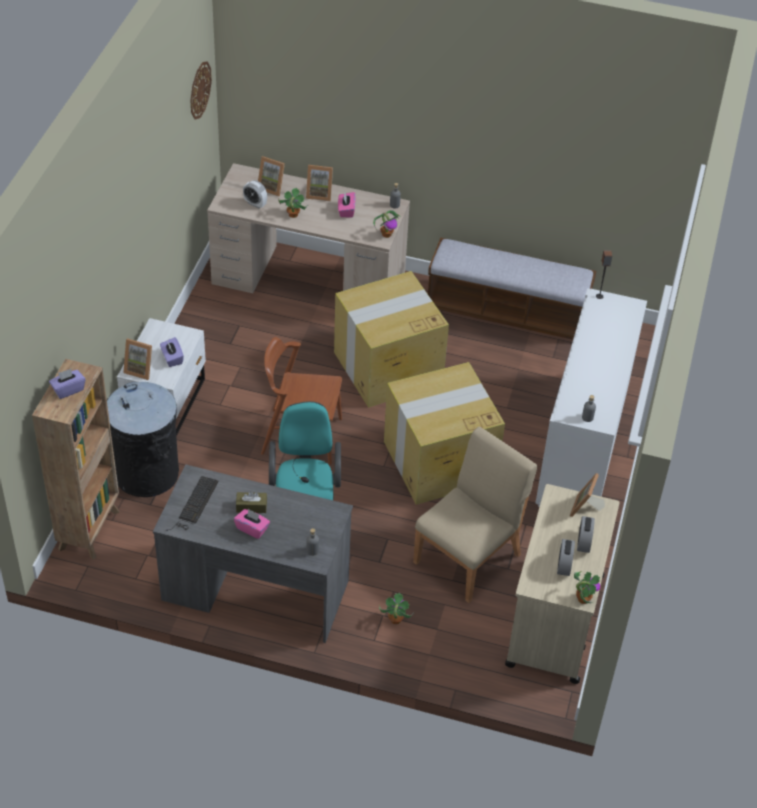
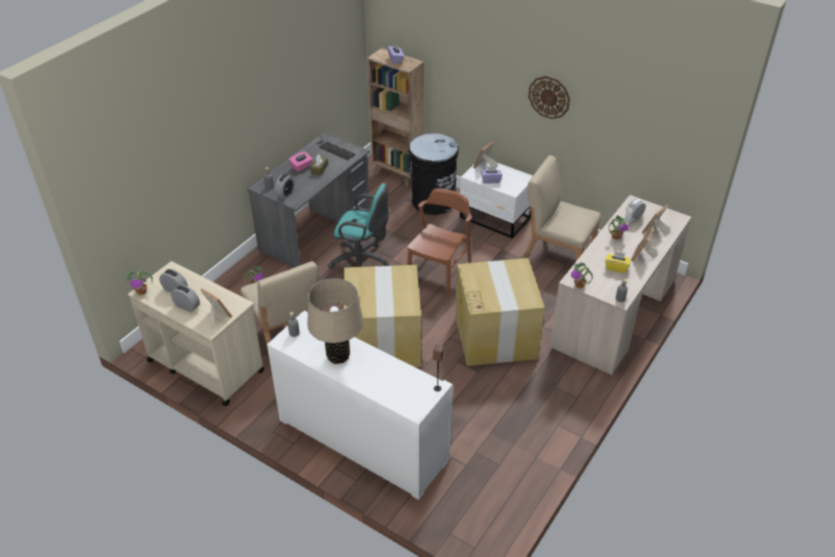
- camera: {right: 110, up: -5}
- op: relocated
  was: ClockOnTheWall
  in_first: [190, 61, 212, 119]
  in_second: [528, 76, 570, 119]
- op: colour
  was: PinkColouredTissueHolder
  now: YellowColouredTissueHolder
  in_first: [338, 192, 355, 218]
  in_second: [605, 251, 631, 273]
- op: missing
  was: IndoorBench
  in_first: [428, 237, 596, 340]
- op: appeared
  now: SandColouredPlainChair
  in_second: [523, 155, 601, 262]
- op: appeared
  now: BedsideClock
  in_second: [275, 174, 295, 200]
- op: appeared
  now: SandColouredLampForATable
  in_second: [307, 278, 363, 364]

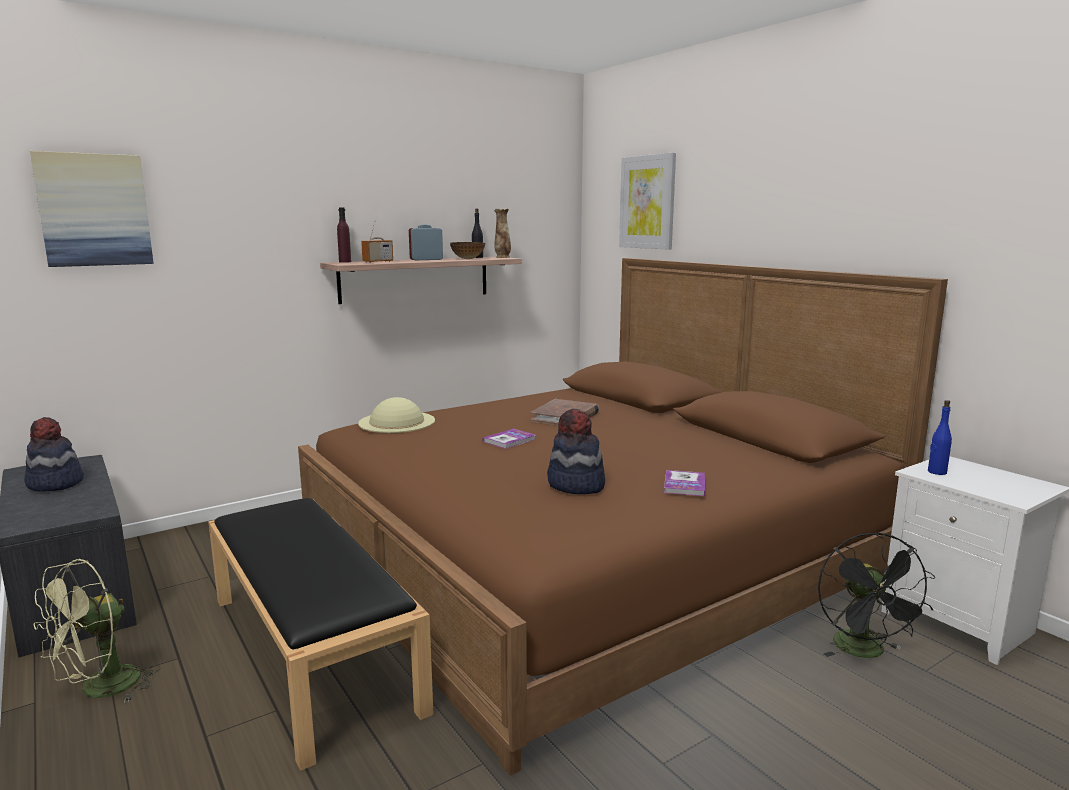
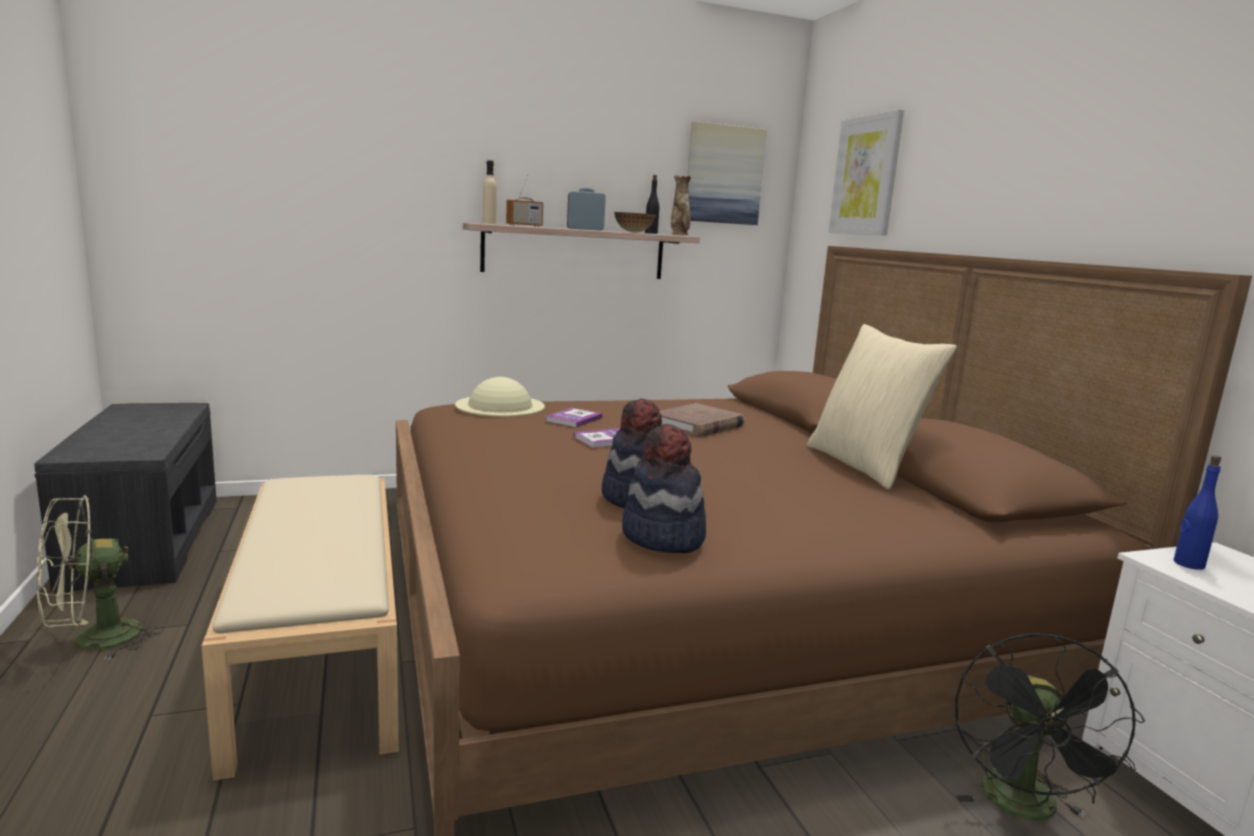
- camera: {right: 15, up: 0}
- op: relocated
  was: WallArt
  in_first: [30, 151, 154, 267]
  in_second: [688, 121, 767, 225]
- op: colour
  was: PurplishBottle
  now: SandColouredBottle
  in_first: [337, 207, 351, 263]
  in_second: [482, 160, 497, 224]
- op: relocated
  was: WearableHat
  in_first: [24, 417, 84, 492]
  in_second: [622, 424, 706, 553]
- op: relocated
  was: Book
  in_first: [664, 470, 705, 496]
  in_second: [546, 408, 602, 428]
- op: colour
  was: BlackishIndoorBench
  now: SandColouredIndoorBench
  in_first: [208, 498, 434, 771]
  in_second: [202, 475, 399, 781]
- op: appeared
  now: SandColouredPillow
  in_second: [807, 324, 957, 490]

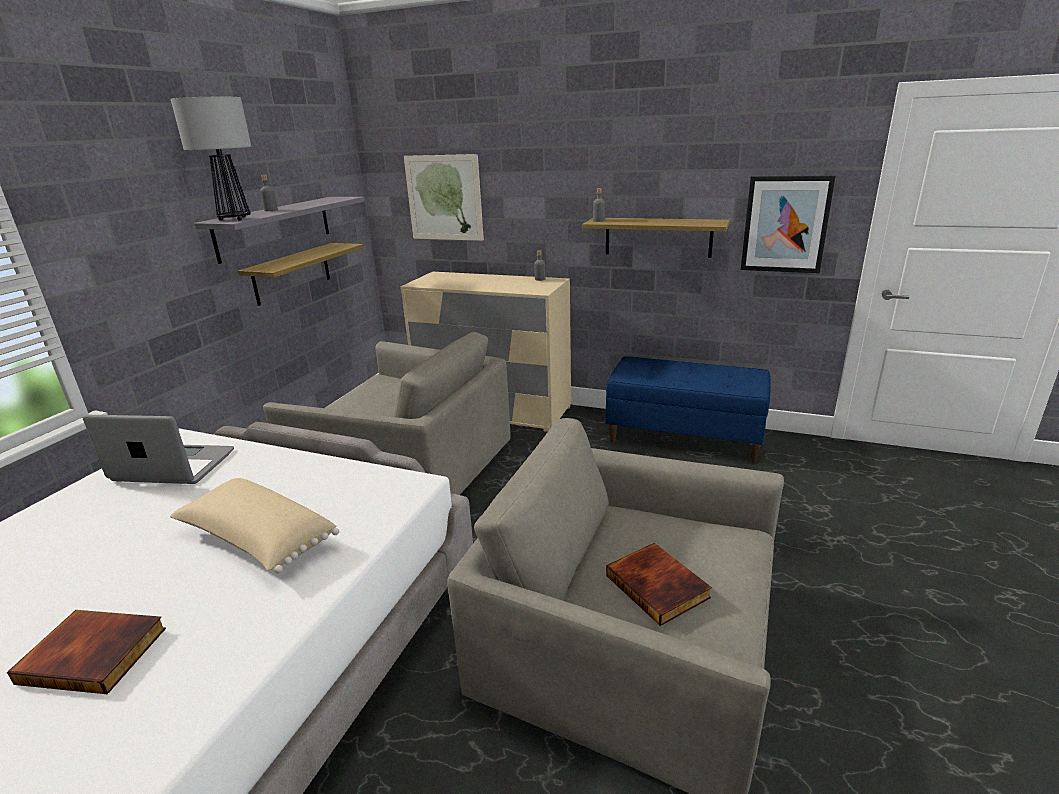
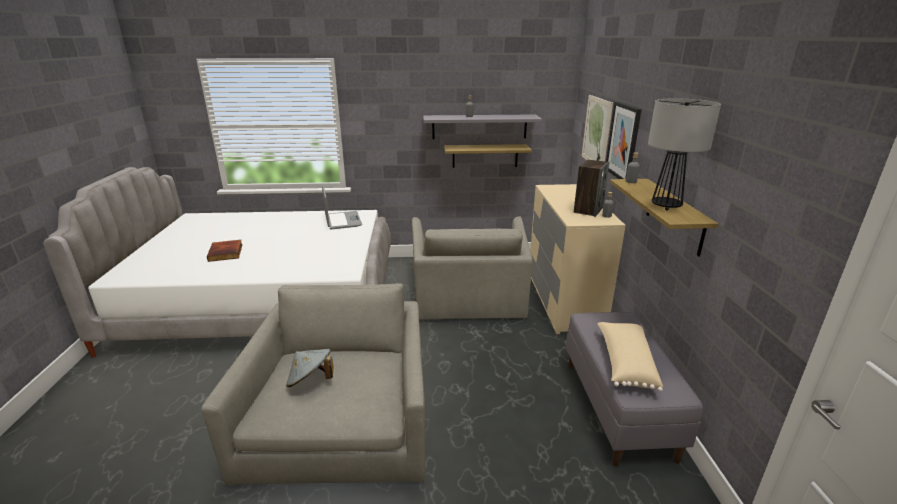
- camera: {right: 65, up: 0}
- op: relocated
  was: LampForATable
  in_first: [171, 97, 251, 221]
  in_second: [648, 98, 721, 210]
- op: relocated
  was: WallArt
  in_first: [741, 176, 836, 273]
  in_second: [606, 101, 641, 179]
- op: colour
  was: BluishIndoorBench
  now: GrayIndoorBench
  in_first: [606, 356, 771, 463]
  in_second: [566, 312, 703, 467]
- op: relocated
  was: SandColouredPillow
  in_first: [170, 478, 339, 573]
  in_second: [597, 322, 663, 392]
- op: exchanged
  was: Book
  now: GrayWearableHat
  in_first: [606, 543, 712, 626]
  in_second: [286, 349, 333, 387]
- op: appeared
  now: AudioSpeaker
  in_second: [574, 160, 609, 217]

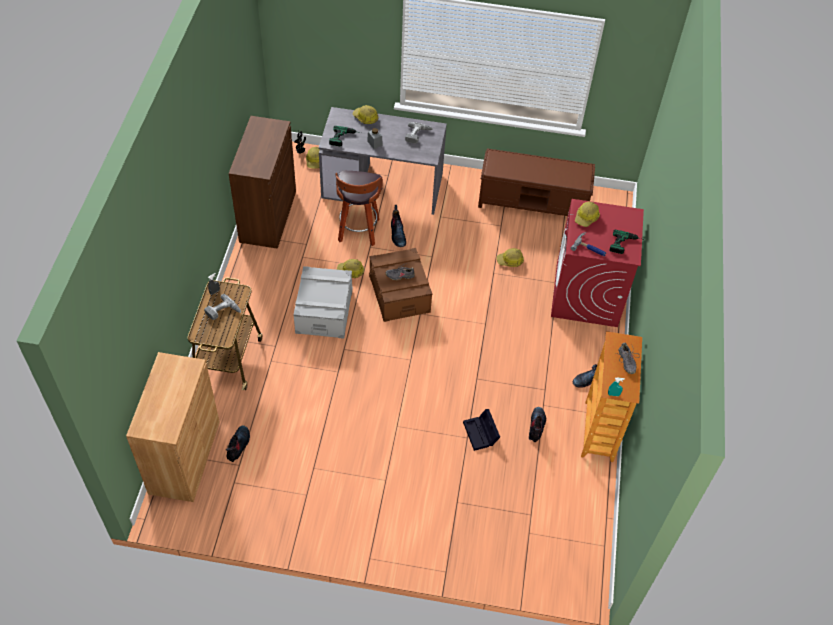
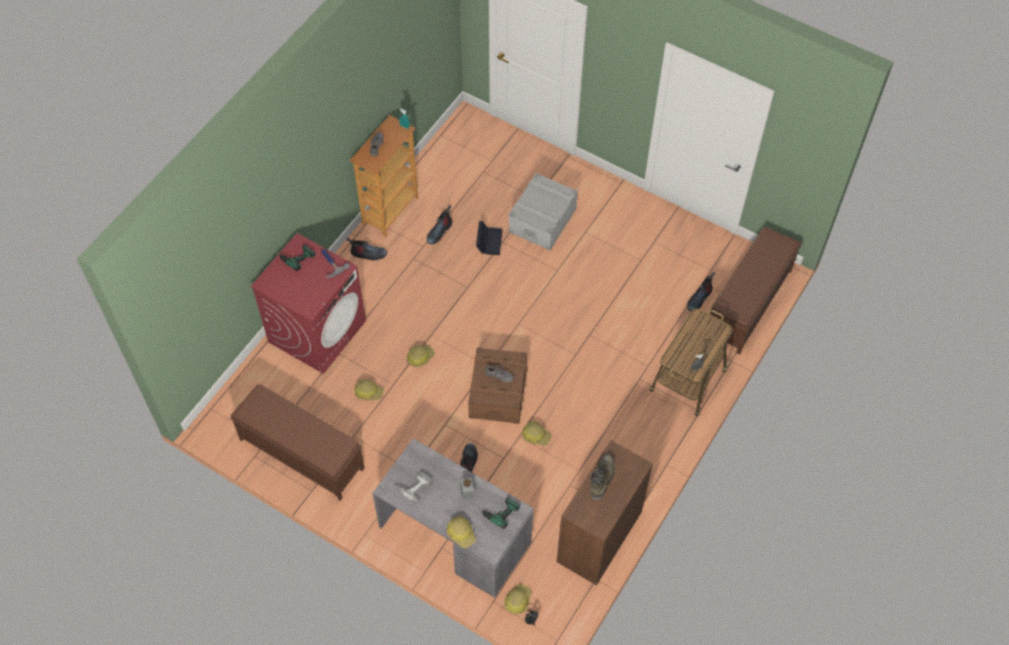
- camera: {right: -155, up: 5}
- op: missing
  was: StoolSeat
  in_first: [335, 171, 383, 246]
- op: relocated
  was: HardHat
  in_first: [575, 201, 600, 227]
  in_second: [407, 345, 435, 367]
- op: relocated
  was: GrayStorageBin
  in_first: [293, 266, 353, 339]
  in_second: [509, 173, 578, 250]
- op: missing
  was: Drill
  in_first: [204, 294, 241, 320]
- op: exchanged
  was: BrownColouredCupboard
  now: BrownColouredIndoorBench
  in_first: [126, 352, 220, 502]
  in_second: [706, 227, 801, 355]
- op: appeared
  now: GreenColouredTallBoot
  in_second: [590, 454, 615, 500]

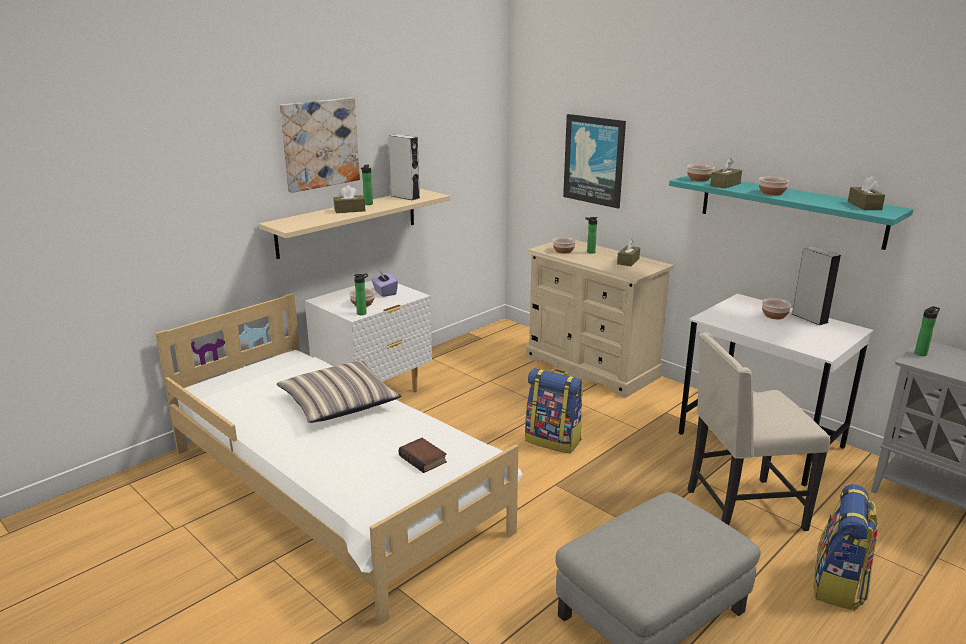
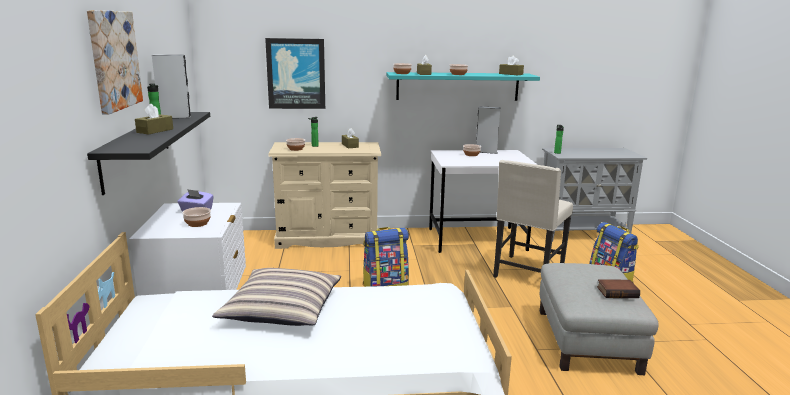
- camera: {right: -50, up: -5}
- op: colour
  was: SandColouredWallShelf
  now: BlackishWallShelf
  in_first: [259, 189, 450, 259]
  in_second: [87, 112, 210, 195]
- op: missing
  was: Bottle
  in_first: [354, 273, 368, 315]
- op: relocated
  was: Book
  in_first: [399, 438, 447, 473]
  in_second: [597, 279, 640, 298]

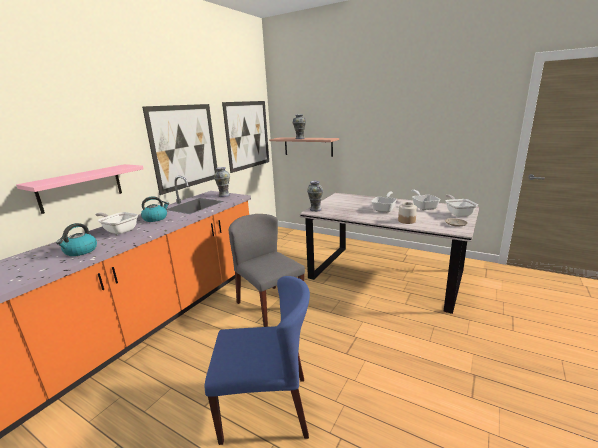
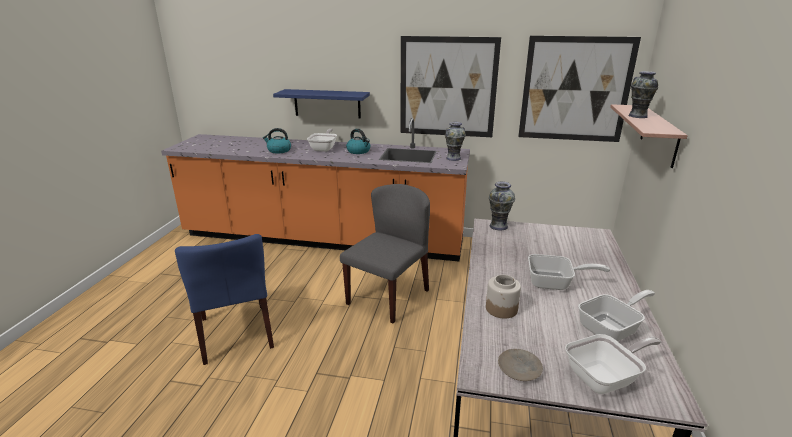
- camera: {right: 70, up: 5}
- op: colour
  was: PinkColouredWallShelf
  now: BluishWallShelf
  in_first: [16, 164, 143, 214]
  in_second: [273, 89, 370, 119]

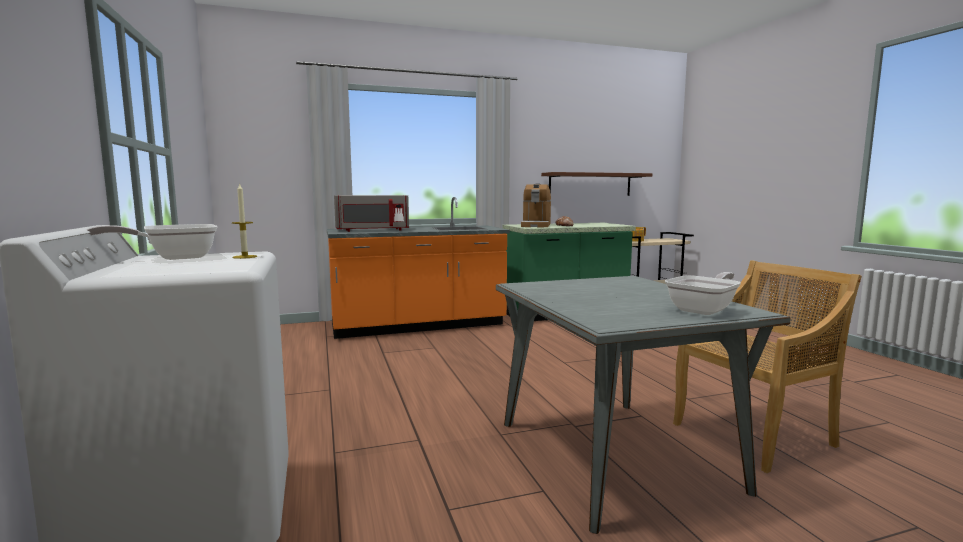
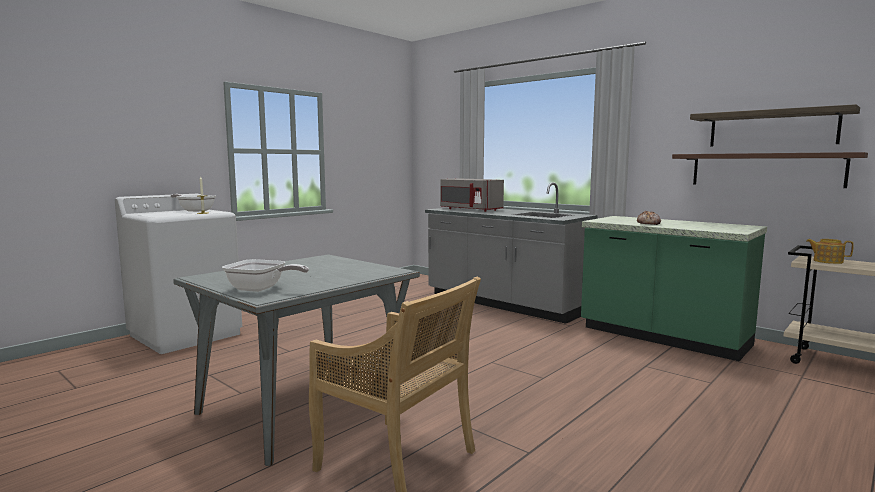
- camera: {right: 60, up: 0}
- op: missing
  was: CoffeeBrewer
  in_first: [521, 183, 551, 227]
- op: colour
  was: OrangeColouredCounter
  now: GrayCounter
  in_first: [327, 197, 510, 339]
  in_second: [425, 182, 597, 324]
- op: appeared
  now: WallShelf
  in_second: [690, 104, 860, 147]

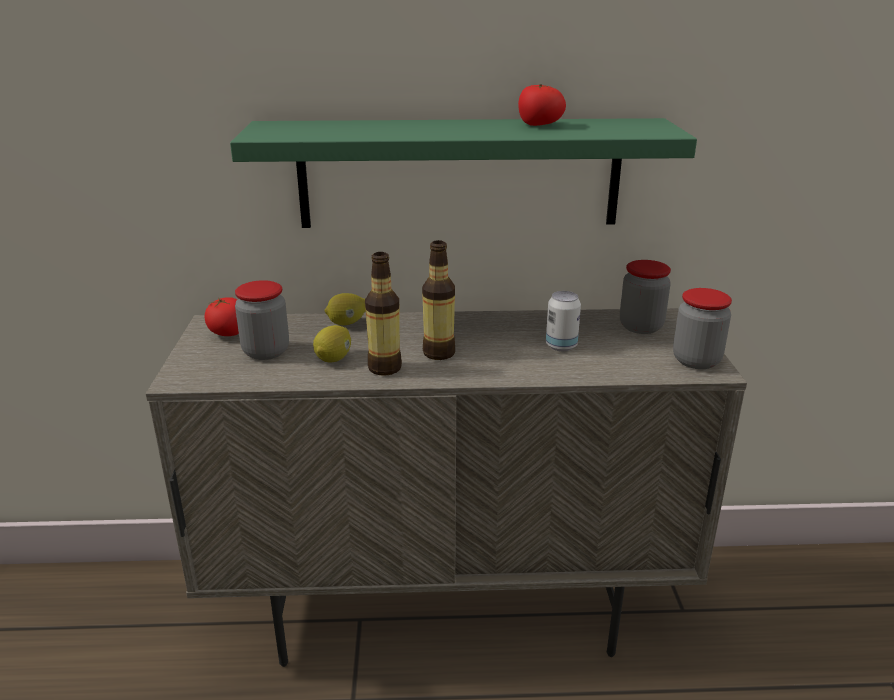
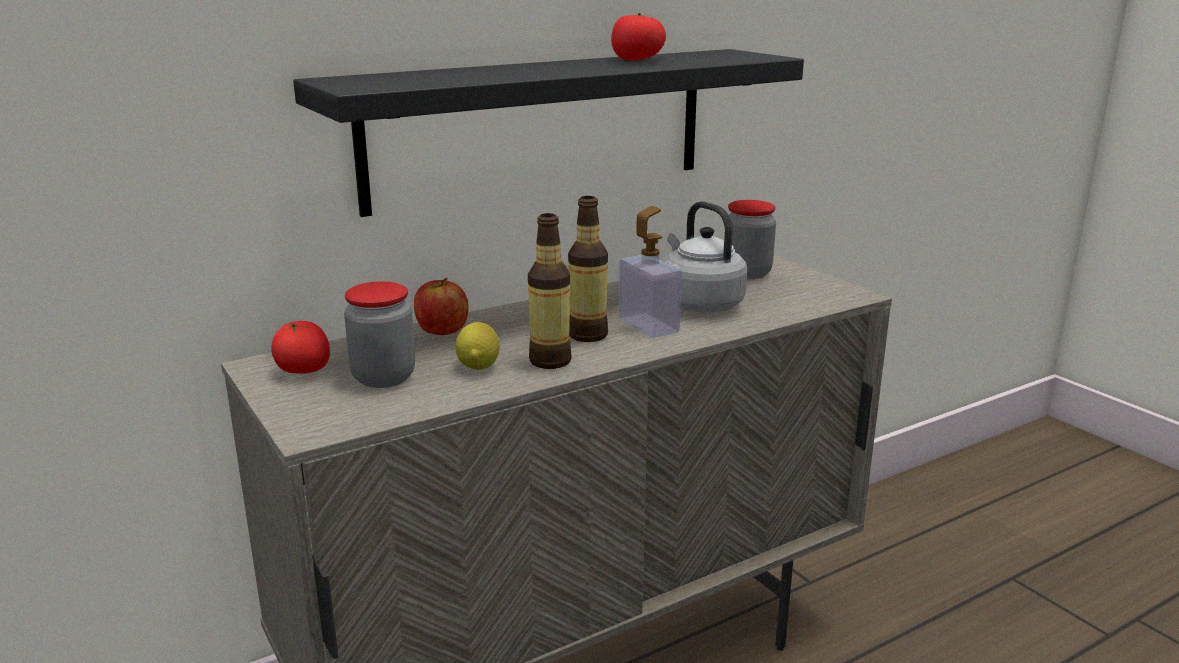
- camera: {right: -30, up: -5}
- op: colour
  was: GreenColouredWallShelf
  now: BlackishWallShelf
  in_first: [230, 118, 697, 228]
  in_second: [293, 49, 804, 217]
- op: missing
  was: PreserveJar
  in_first: [673, 288, 732, 369]
- op: exchanged
  was: Can
  now: GrayWaterKettle
  in_first: [546, 291, 581, 351]
  in_second: [664, 201, 747, 313]
- op: exchanged
  was: WholeLemon
  now: WholeApple
  in_first: [325, 293, 366, 325]
  in_second: [414, 278, 469, 335]
- op: appeared
  now: SoapBottle
  in_second: [619, 206, 682, 338]

